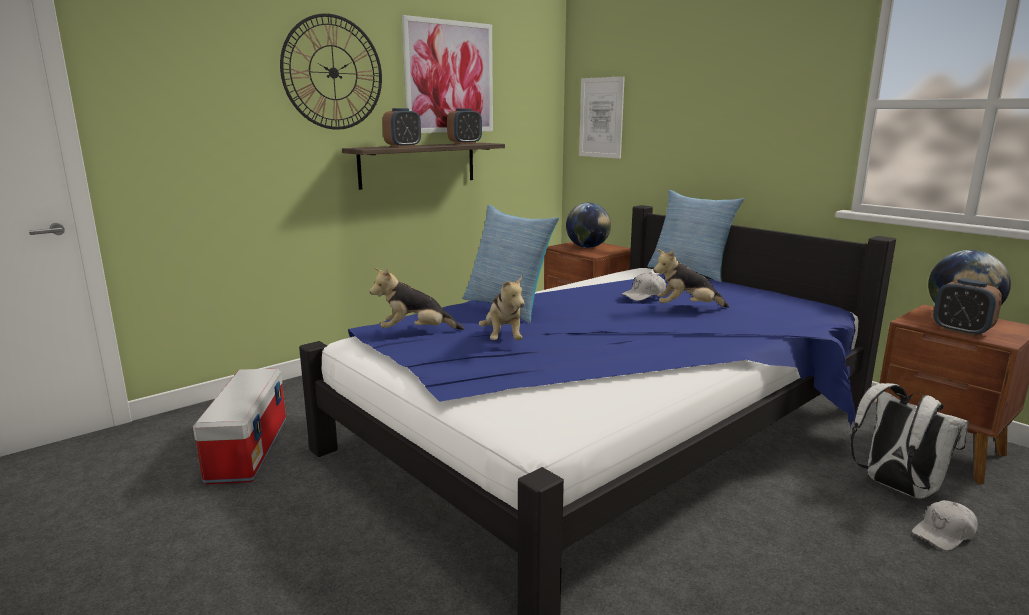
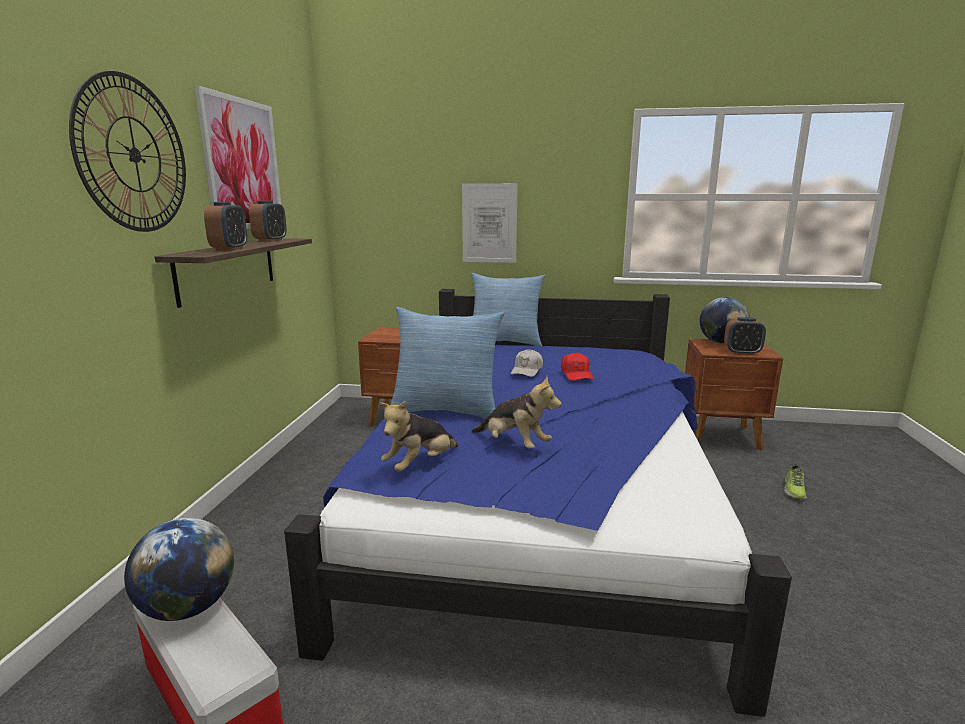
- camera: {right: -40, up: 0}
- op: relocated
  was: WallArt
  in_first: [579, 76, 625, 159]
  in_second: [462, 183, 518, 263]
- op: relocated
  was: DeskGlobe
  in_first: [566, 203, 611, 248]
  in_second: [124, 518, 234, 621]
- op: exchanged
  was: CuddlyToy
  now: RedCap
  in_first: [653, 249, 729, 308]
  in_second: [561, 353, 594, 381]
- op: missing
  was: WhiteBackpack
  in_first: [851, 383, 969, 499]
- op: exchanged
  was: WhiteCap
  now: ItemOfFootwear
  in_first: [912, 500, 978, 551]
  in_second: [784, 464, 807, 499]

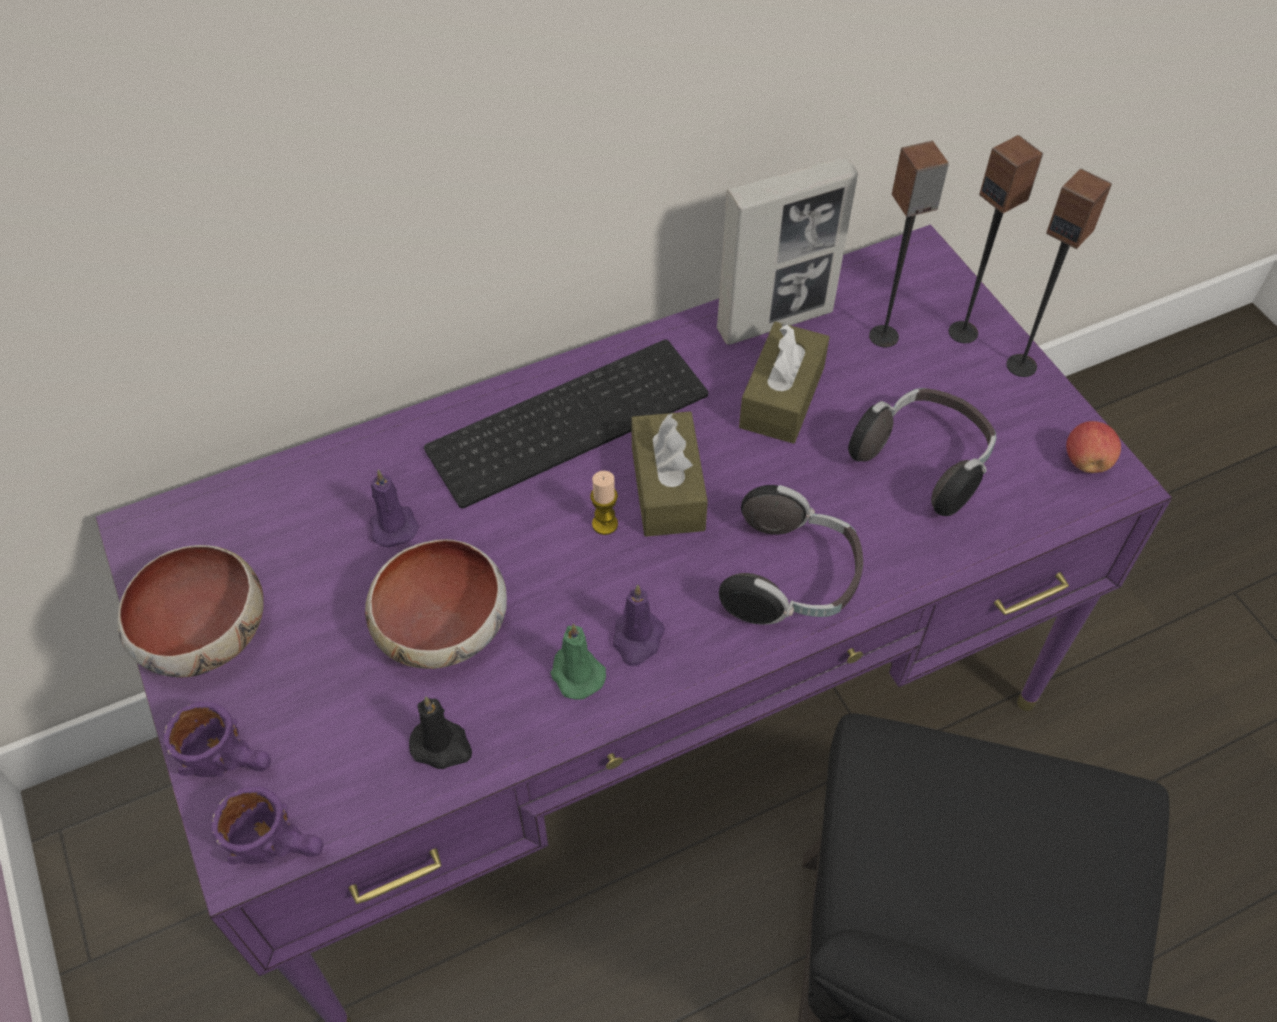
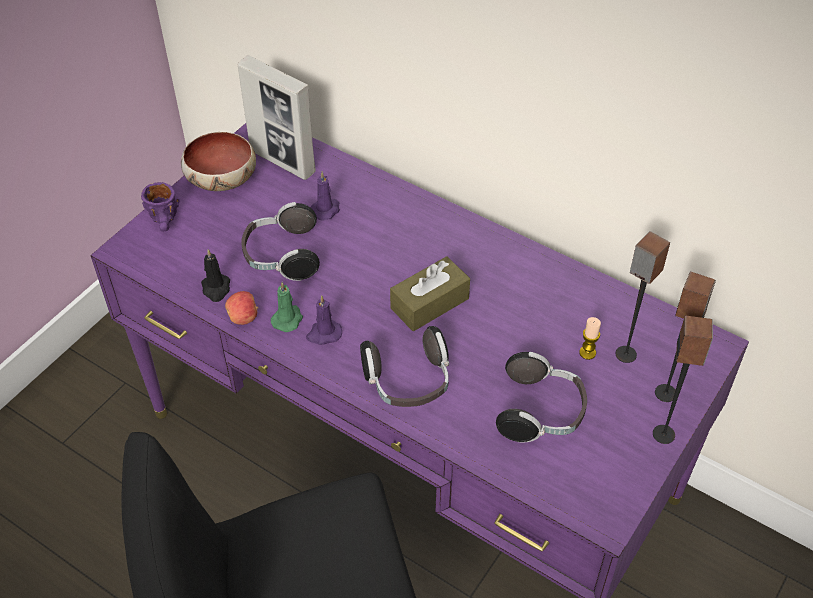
- camera: {right: 60, up: -5}
- op: relocated
  was: PictureFrame
  in_first: [717, 156, 858, 345]
  in_second: [238, 55, 316, 180]
- op: missing
  was: BrownColouredTissueHolder
  in_first: [739, 322, 830, 444]
- op: missing
  was: ComputerKeyboard
  in_first: [424, 339, 708, 509]
- op: relocated
  was: WholeApple
  in_first: [1066, 421, 1121, 473]
  in_second: [225, 291, 258, 325]
- op: relocated
  was: Candle
  in_first: [590, 471, 618, 535]
  in_second: [579, 317, 601, 360]
- op: exchanged
  was: DeepDish
  now: Headphones
  in_first: [365, 539, 507, 669]
  in_second: [241, 202, 320, 281]
- op: missing
  was: PurplishMug
  in_first: [211, 786, 323, 864]

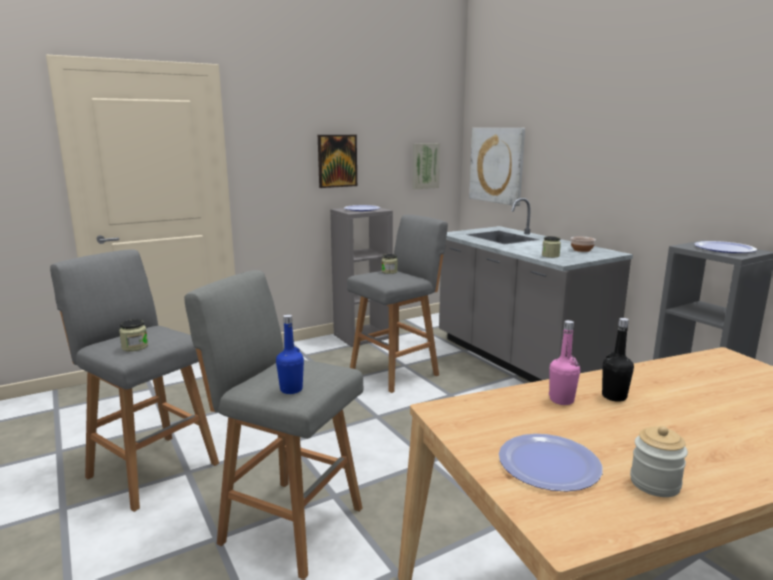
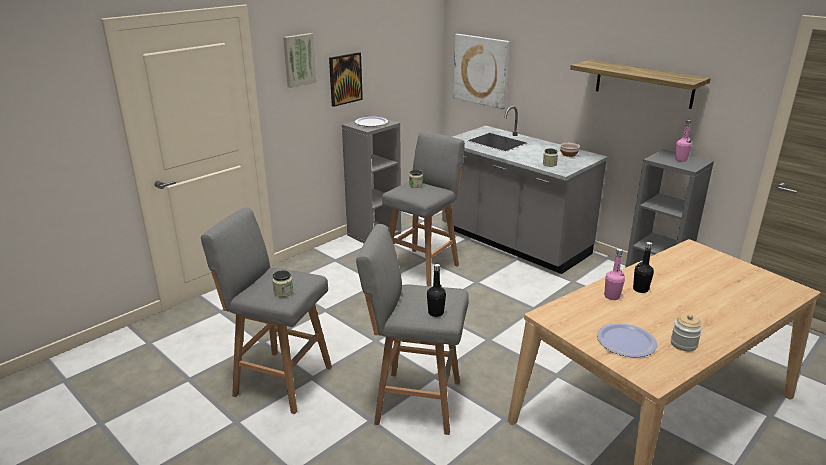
- camera: {right: -15, up: 10}
- op: relocated
  was: WallArt
  in_first: [412, 143, 440, 189]
  in_second: [283, 33, 317, 88]
- op: exchanged
  was: Plate
  now: PinkColouredBottle
  in_first: [694, 241, 757, 253]
  in_second: [675, 120, 692, 162]
- op: colour
  was: BluishBottle
  now: BlackishBottle
  in_first: [276, 314, 304, 394]
  in_second: [427, 264, 446, 317]
- op: appeared
  now: WallShelf
  in_second: [570, 60, 711, 109]

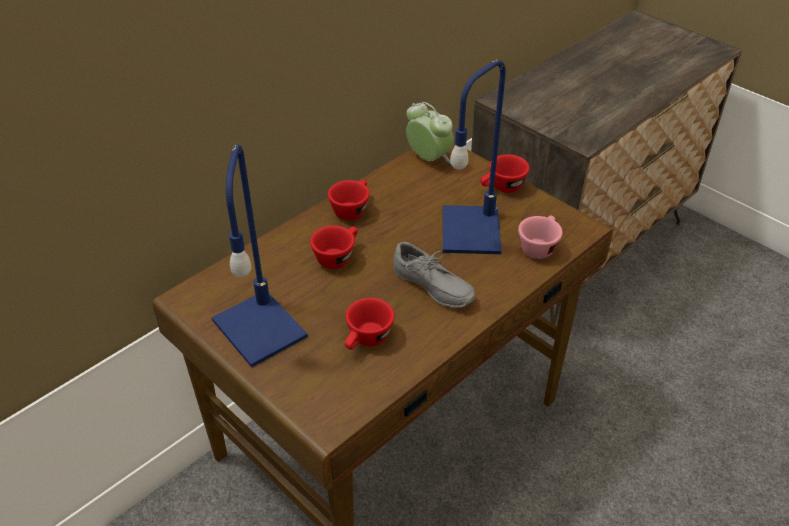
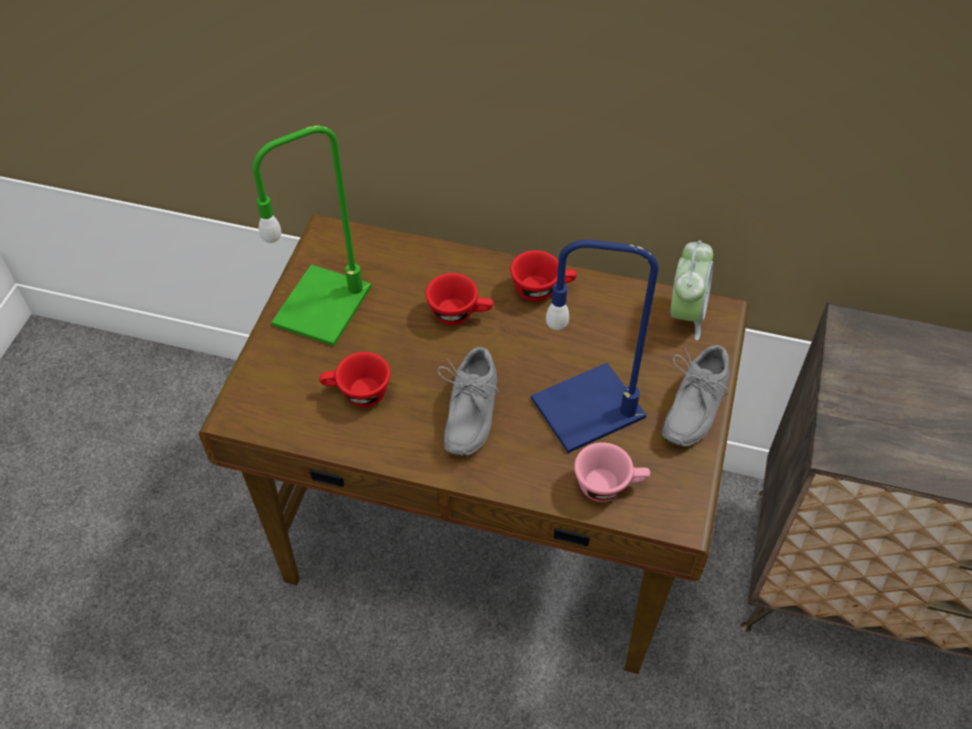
- camera: {right: 60, up: 10}
- op: colour
  was: BluishLampForATable
  now: GreenColouredLampForATable
  in_first: [212, 144, 308, 367]
  in_second: [253, 126, 372, 346]
- op: exchanged
  was: RedCup
  now: GrayItemOfFootwear
  in_first: [480, 154, 529, 193]
  in_second: [662, 345, 729, 447]

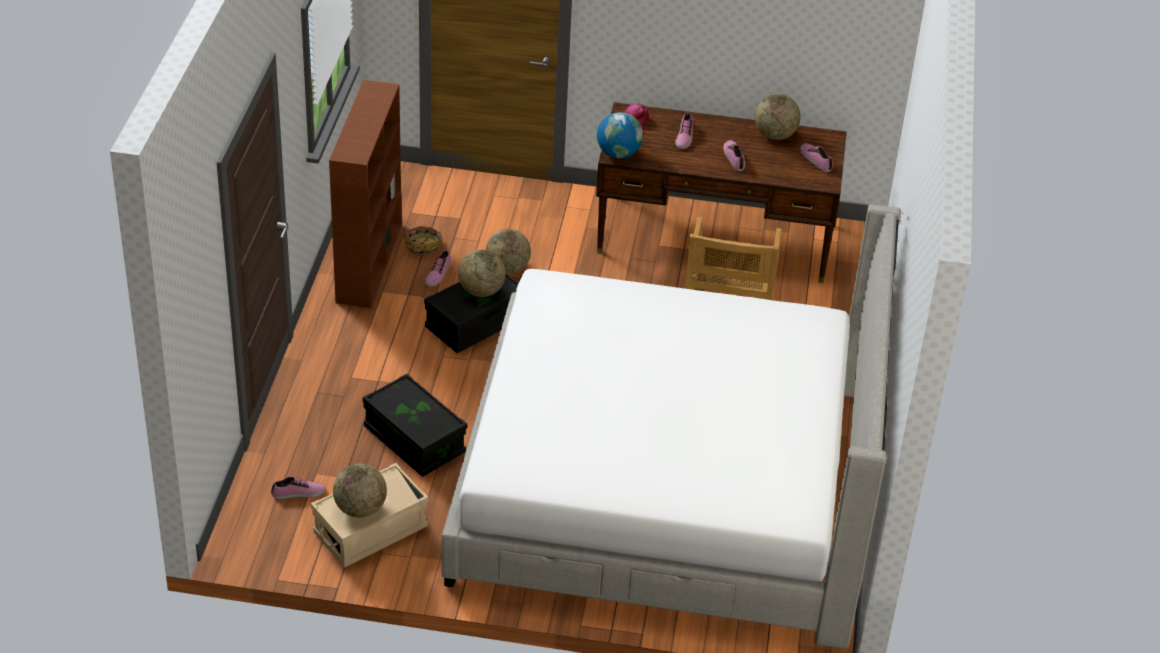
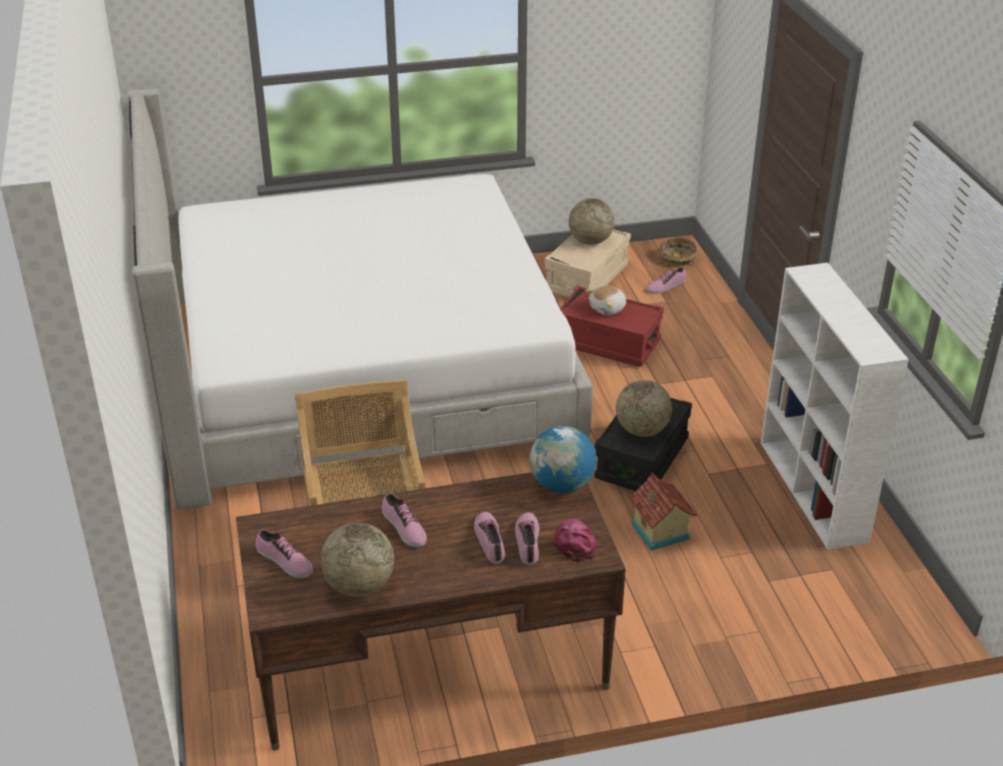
- camera: {right: 160, up: -5}
- op: colour
  was: BrownColouredShelvingUnit
  now: WhiteShelvingUnit
  in_first: [329, 80, 402, 308]
  in_second: [761, 263, 909, 550]
- op: relocated
  was: HouseholdBasket
  in_first: [404, 226, 443, 256]
  in_second: [660, 236, 697, 266]
- op: exchanged
  was: DeskGlobe
  now: ModelHouse
  in_first: [486, 229, 531, 274]
  in_second: [628, 473, 697, 551]
- op: relocated
  was: ItemOfFootwear
  in_first: [425, 250, 451, 287]
  in_second: [515, 512, 540, 565]
- op: colour
  was: BlackishStorageBin
  now: RedStorageBin
  in_first: [363, 374, 467, 477]
  in_second: [560, 286, 664, 367]
- op: appeared
  now: CuddlyToy
  in_second: [585, 286, 626, 315]

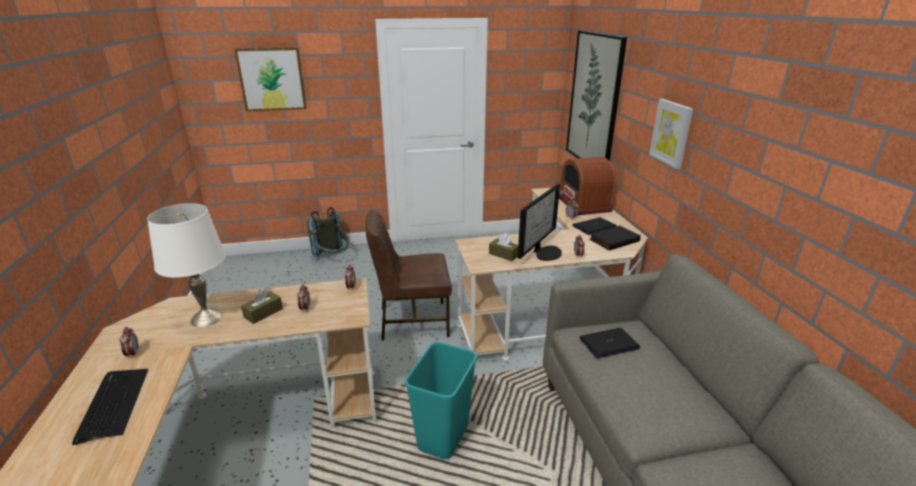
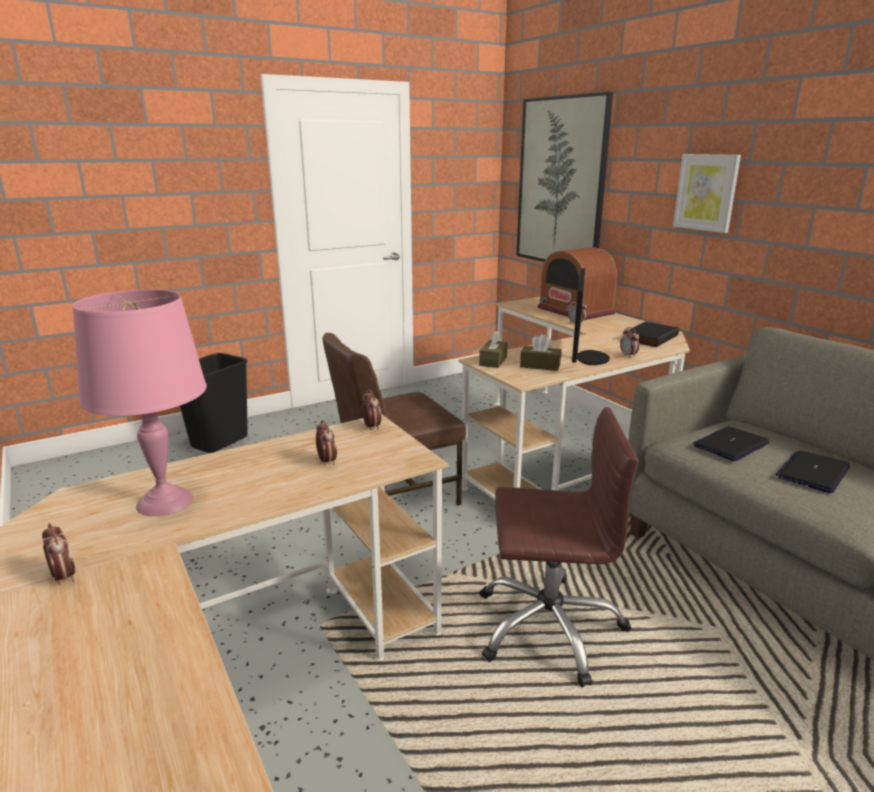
- camera: {right: -20, up: -5}
- op: missing
  was: WallArt
  in_first: [234, 47, 307, 111]
- op: colour
  was: WhiteLampForATable
  now: PinkColouredLampForATable
  in_first: [147, 203, 226, 327]
  in_second: [72, 290, 207, 516]
- op: exchanged
  was: GrayBackpack
  now: BlackishRubbishBin
  in_first: [307, 207, 349, 260]
  in_second: [180, 353, 248, 453]
- op: relocated
  was: Laptop
  in_first: [572, 217, 617, 235]
  in_second: [776, 450, 850, 493]
- op: relocated
  was: BrownColouredTissueHolder
  in_first: [241, 289, 283, 324]
  in_second: [479, 331, 508, 368]
- op: exchanged
  was: TurquoiseColouredRubbishBin
  now: BrownColouredDeskChair
  in_first: [405, 342, 477, 459]
  in_second: [480, 407, 639, 687]
- op: missing
  was: ComputerKeyboard
  in_first: [72, 369, 148, 445]

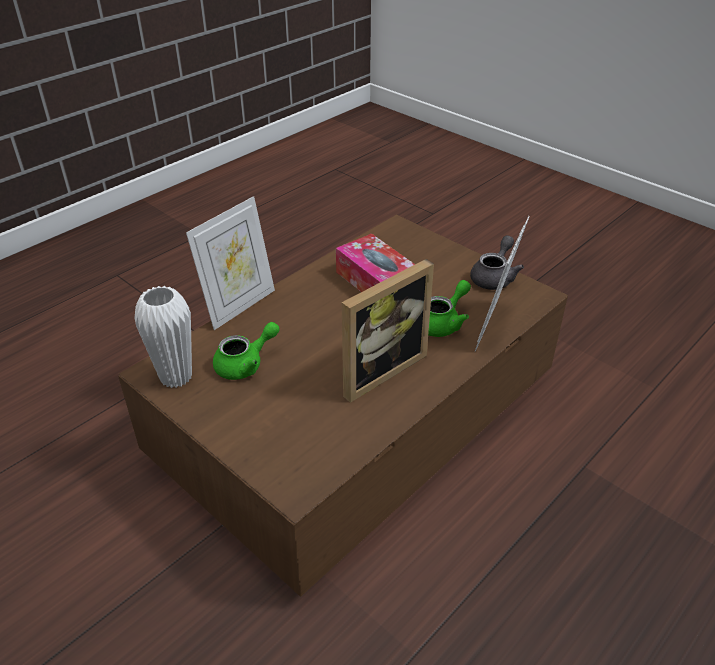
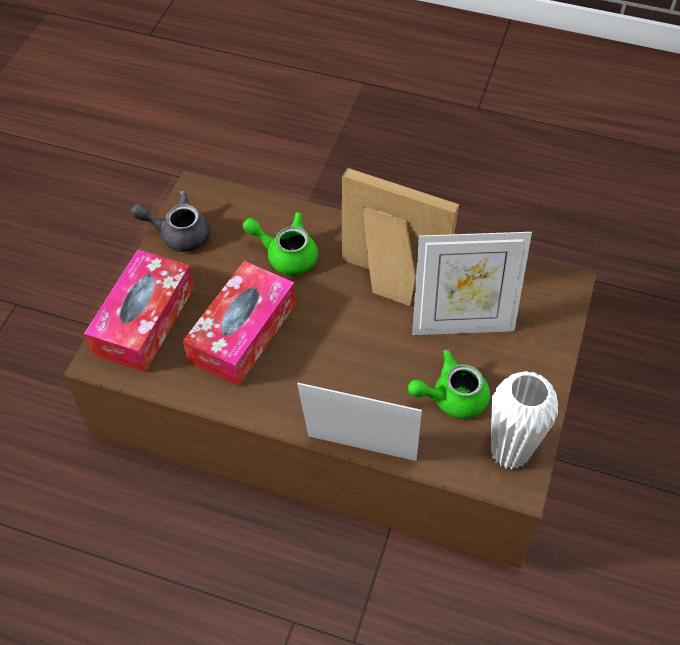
- camera: {right: -115, up: 15}
- op: relocated
  was: PictureFrame
  in_first: [475, 216, 530, 352]
  in_second: [412, 232, 532, 335]
- op: spun
  was: GreenColouredPotForTea
  in_first: [213, 322, 280, 380]
  in_second: [408, 349, 490, 419]
  clockwise: -45
- op: appeared
  now: TissueHolder
  in_second: [84, 250, 194, 373]

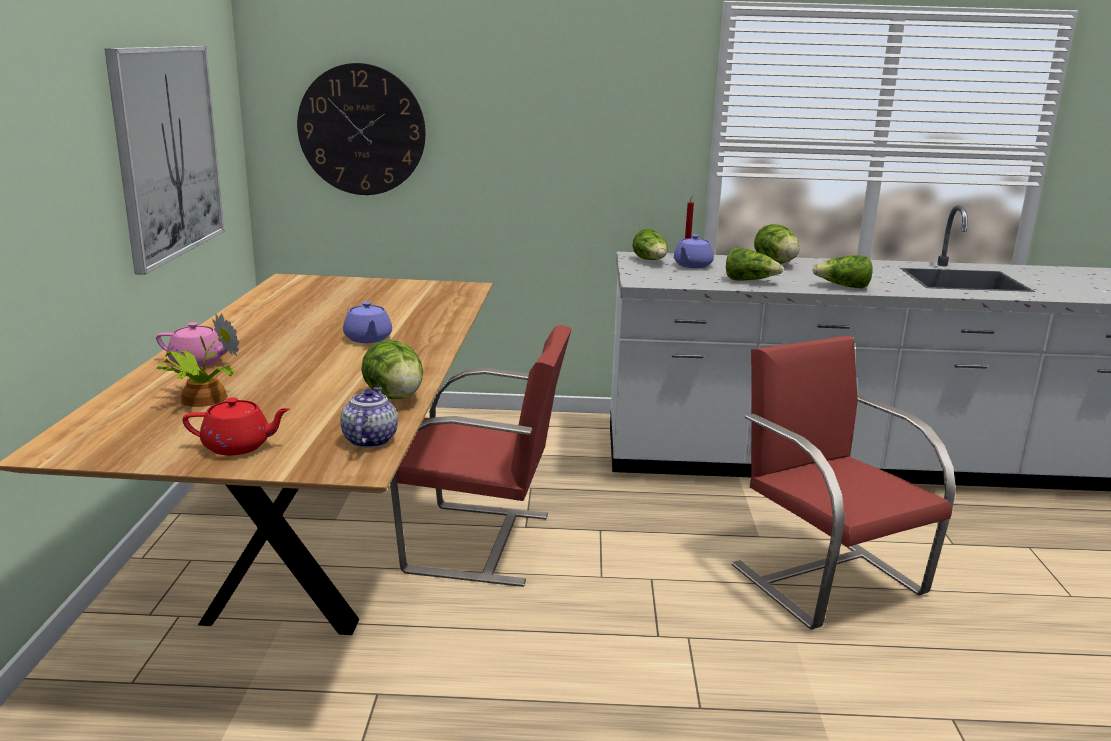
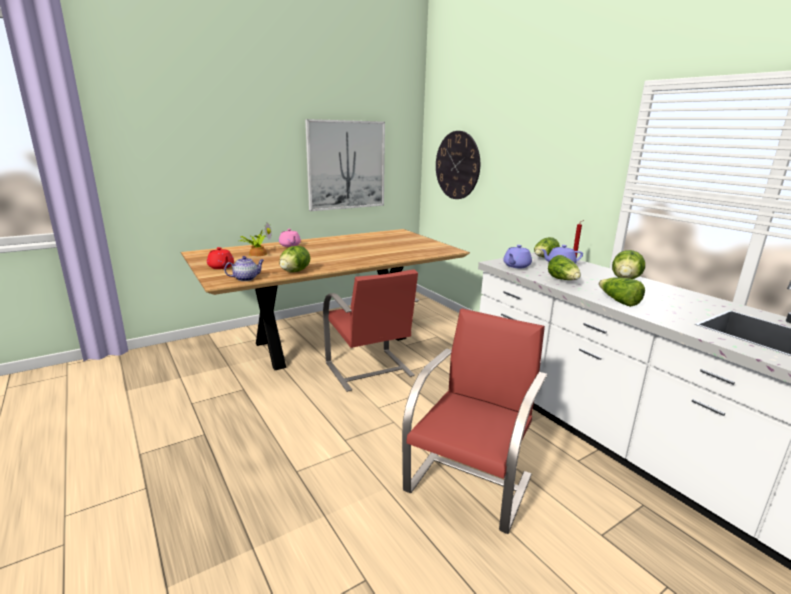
- camera: {right: 55, up: 0}
- op: relocated
  was: PurplishPotForTea
  in_first: [343, 302, 392, 343]
  in_second: [503, 245, 532, 268]

